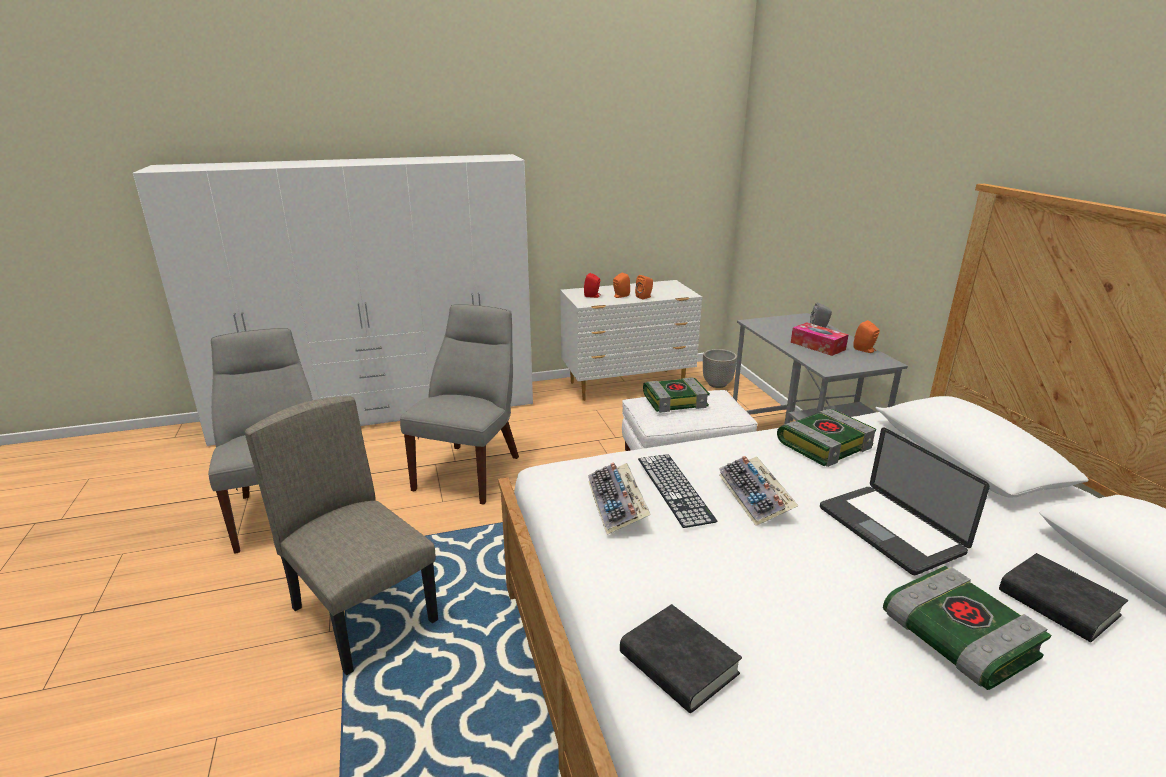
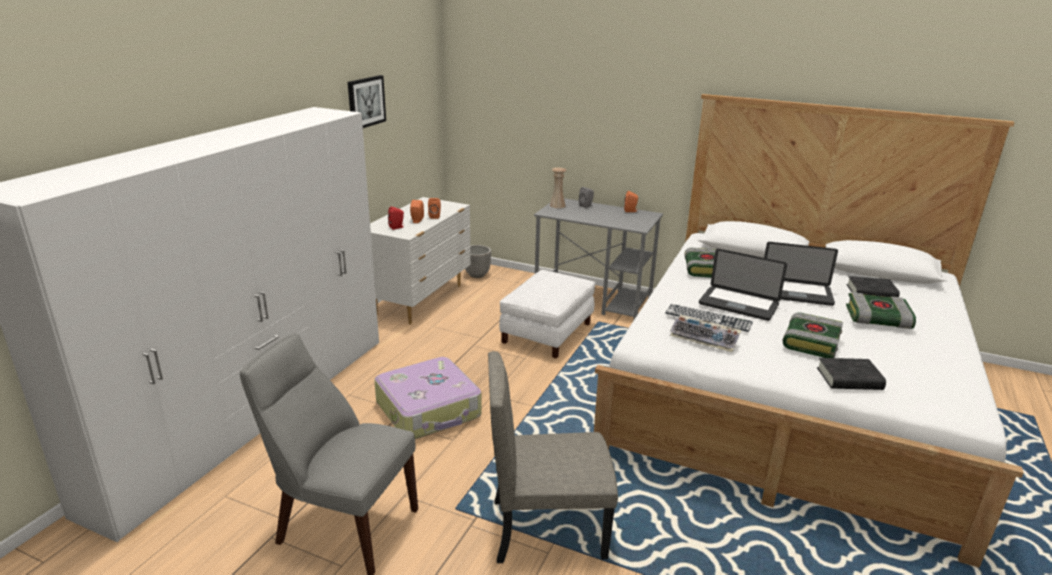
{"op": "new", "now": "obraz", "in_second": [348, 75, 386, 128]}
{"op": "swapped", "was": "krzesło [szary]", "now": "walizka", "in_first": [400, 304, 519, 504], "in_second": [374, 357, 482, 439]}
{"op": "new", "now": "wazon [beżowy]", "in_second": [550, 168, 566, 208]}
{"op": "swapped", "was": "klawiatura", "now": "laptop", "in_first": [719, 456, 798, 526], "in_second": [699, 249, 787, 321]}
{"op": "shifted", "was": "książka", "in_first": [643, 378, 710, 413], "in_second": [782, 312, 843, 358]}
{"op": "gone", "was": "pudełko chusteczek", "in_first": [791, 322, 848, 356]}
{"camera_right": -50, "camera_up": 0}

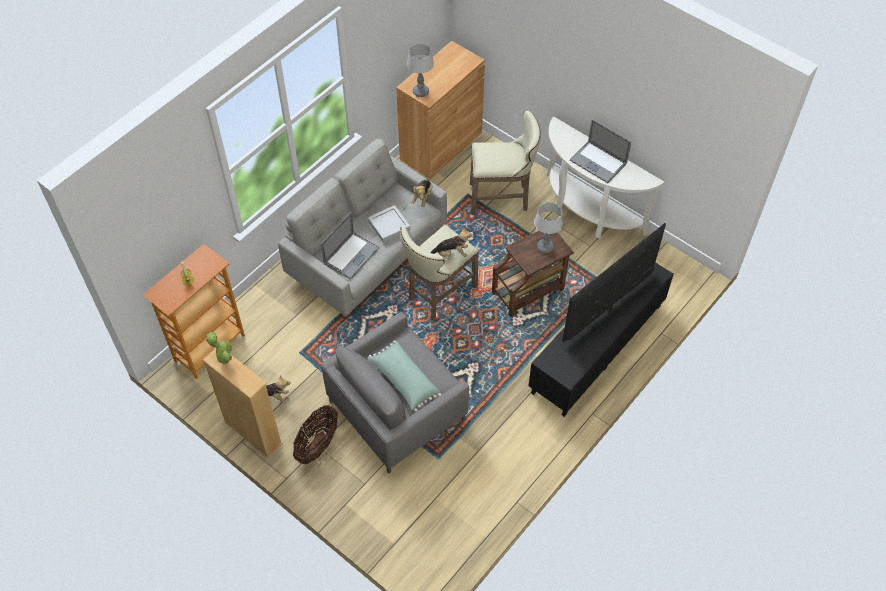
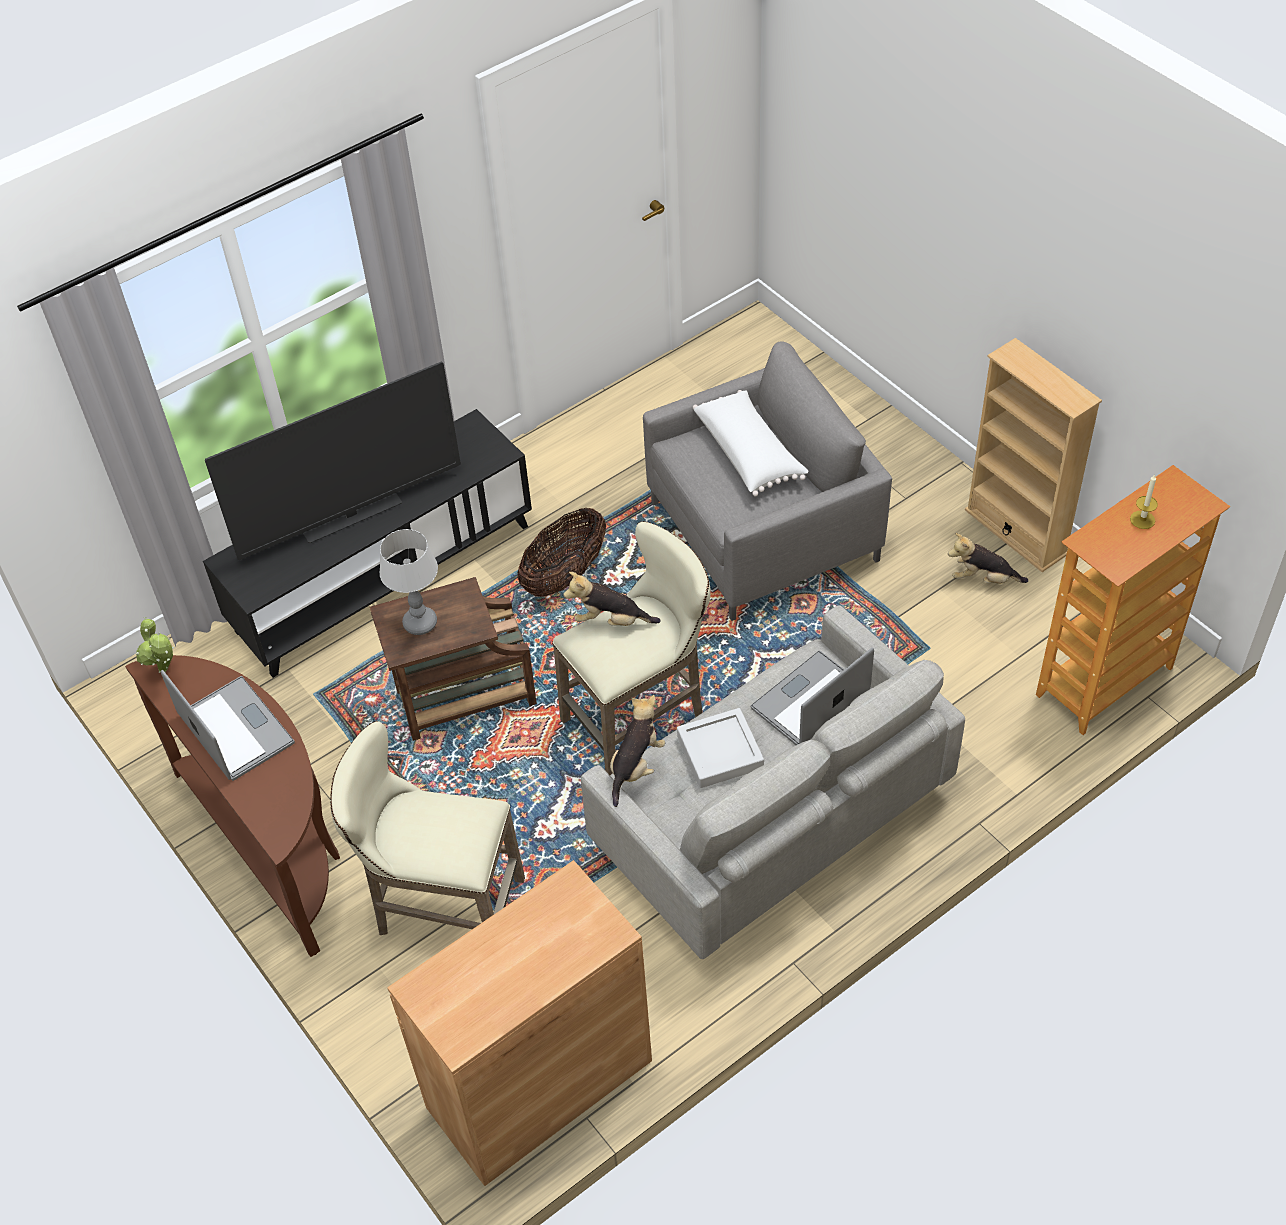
{"op": "repainted", "was": "stolik konsolowy [biały]", "now": "stolik konsolowy [brązowy]", "in_first": [546, 116, 664, 238], "in_second": [125, 655, 340, 957]}
{"op": "shifted", "was": "roślina doniczkowa", "in_first": [206, 332, 232, 364], "in_second": [136, 617, 174, 673]}
{"op": "shifted", "was": "koszyk", "in_first": [293, 405, 338, 464], "in_second": [517, 508, 607, 597]}
{"op": "repainted", "was": "poduszka [zielony]", "now": "poduszka [biały]", "in_first": [367, 340, 441, 412], "in_second": [693, 390, 809, 497]}
{"op": "gone", "was": "lampa stołowa", "in_first": [407, 44, 434, 97]}
{"camera_right": -165, "camera_up": -5}

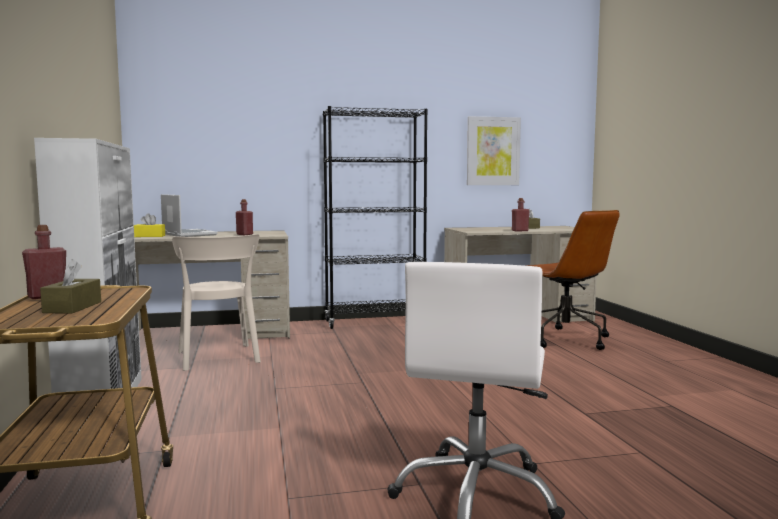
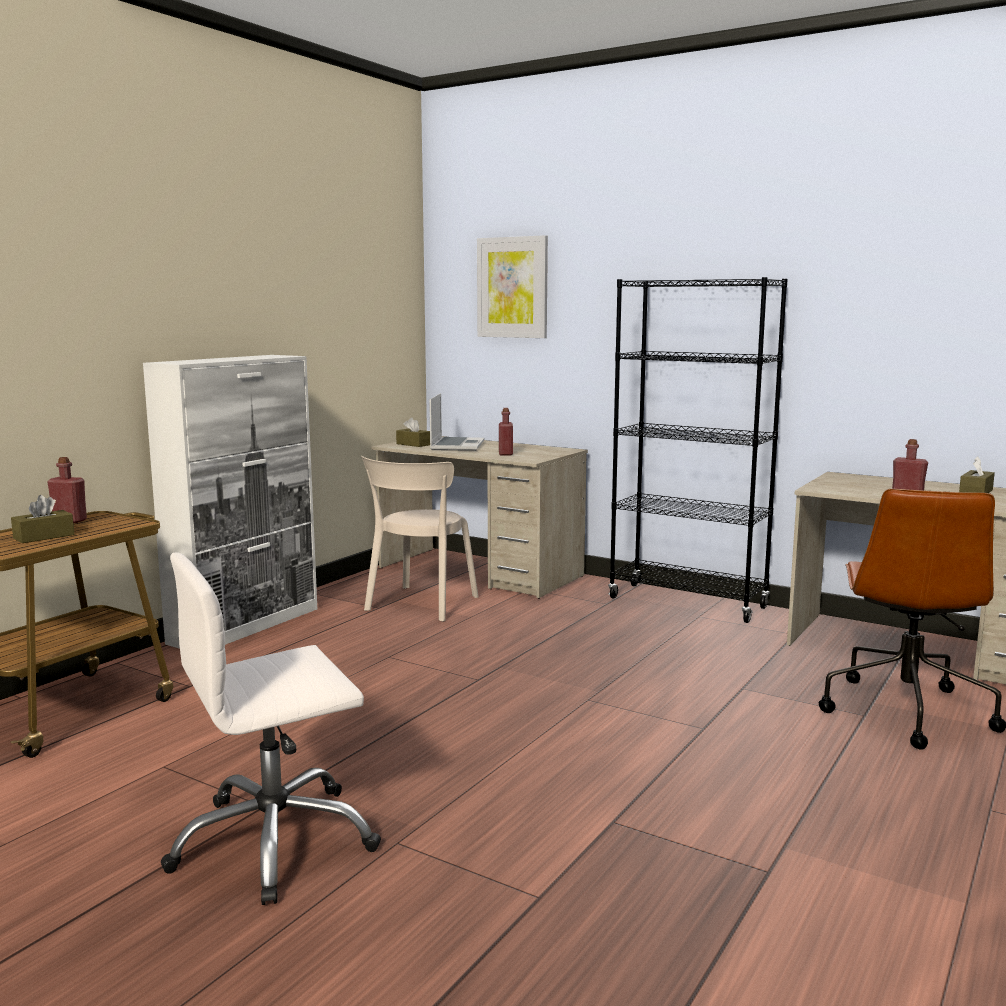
{"op": "repainted", "was": "pudełko chusteczek [żółty]", "now": "pudełko chusteczek [brązowy]", "in_first": [134, 213, 165, 237], "in_second": [396, 417, 430, 447]}
{"op": "shifted", "was": "obraz", "in_first": [467, 116, 521, 185], "in_second": [477, 235, 548, 338]}
{"camera_right": 45, "camera_up": 5}

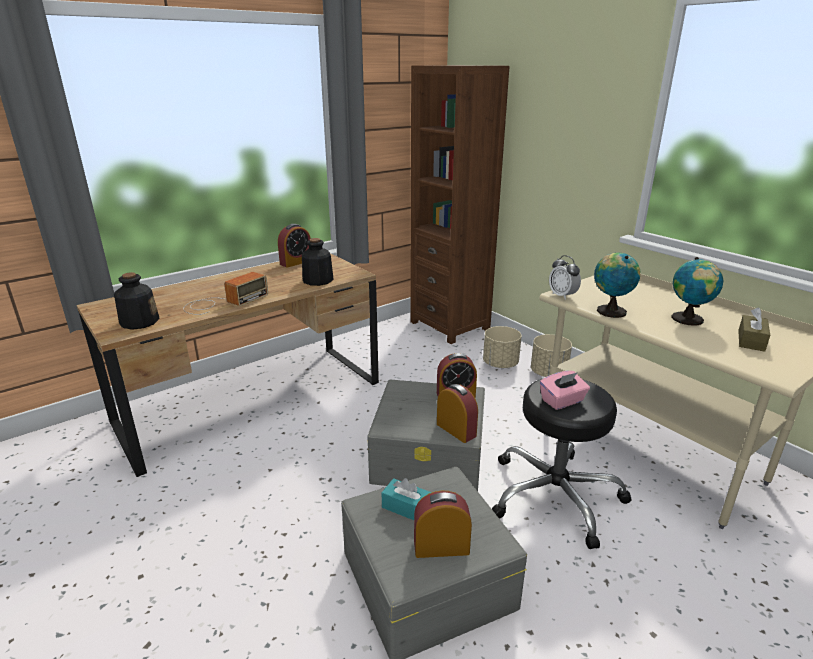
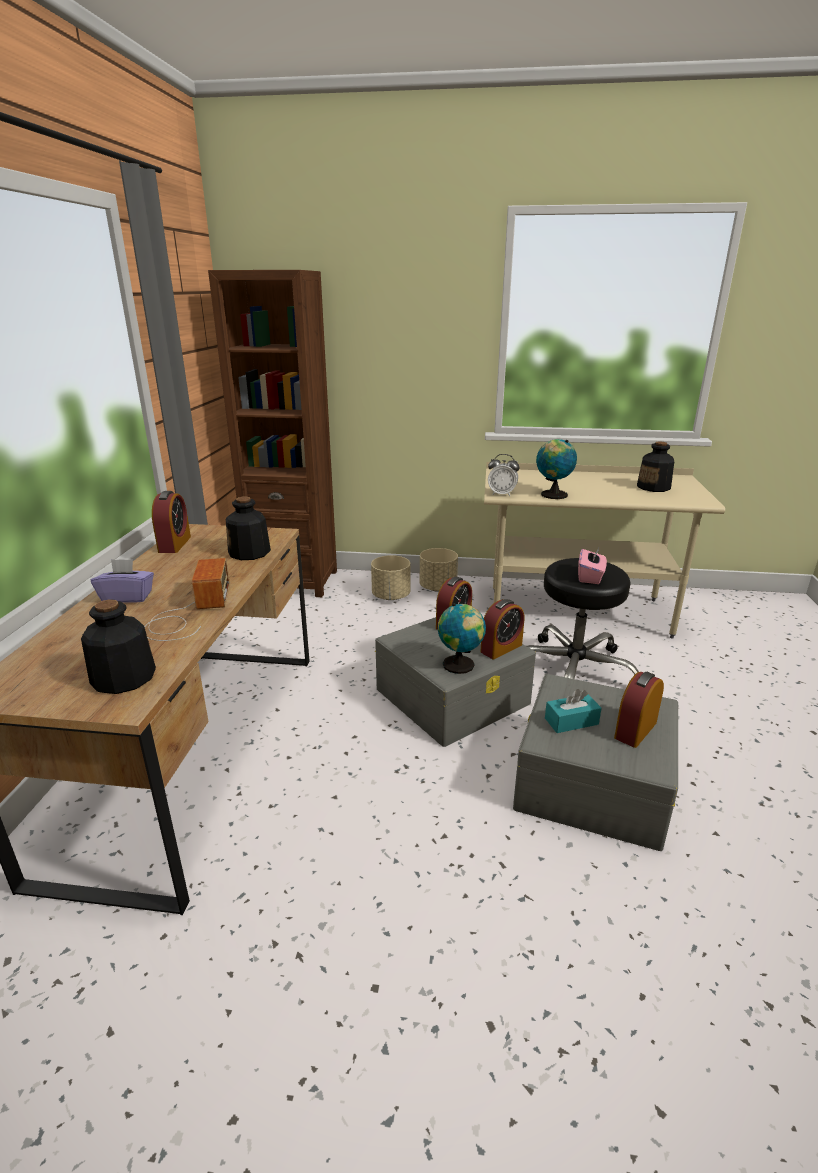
{"op": "new", "now": "pudełko chusteczek [fioletowy]", "in_second": [91, 559, 154, 603]}
{"op": "shifted", "was": "globus", "in_first": [671, 257, 724, 326], "in_second": [438, 603, 486, 674]}
{"op": "rotated", "was": "budzik", "in_first": [437, 384, 478, 443], "in_second": [481, 599, 524, 660], "clockwise": 135}
{"op": "swapped", "was": "pudełko chusteczek [brązowy]", "now": "butelka", "in_first": [738, 307, 770, 352], "in_second": [637, 442, 674, 492]}
{"camera_right": -45, "camera_up": 0}

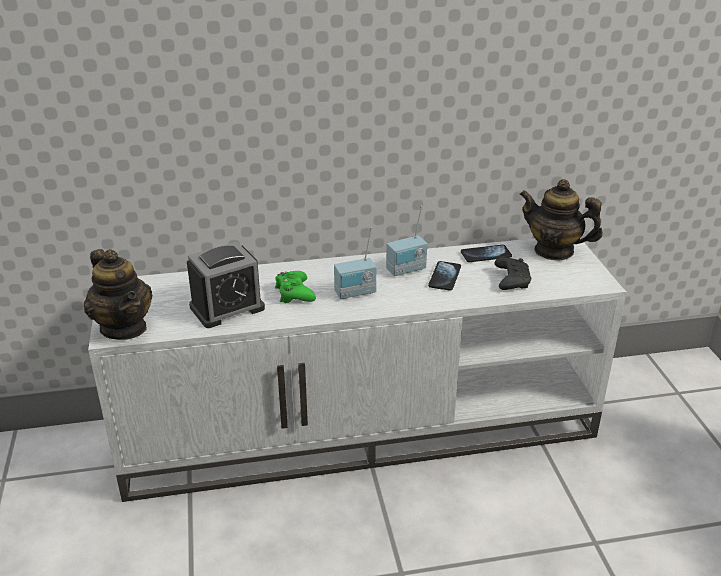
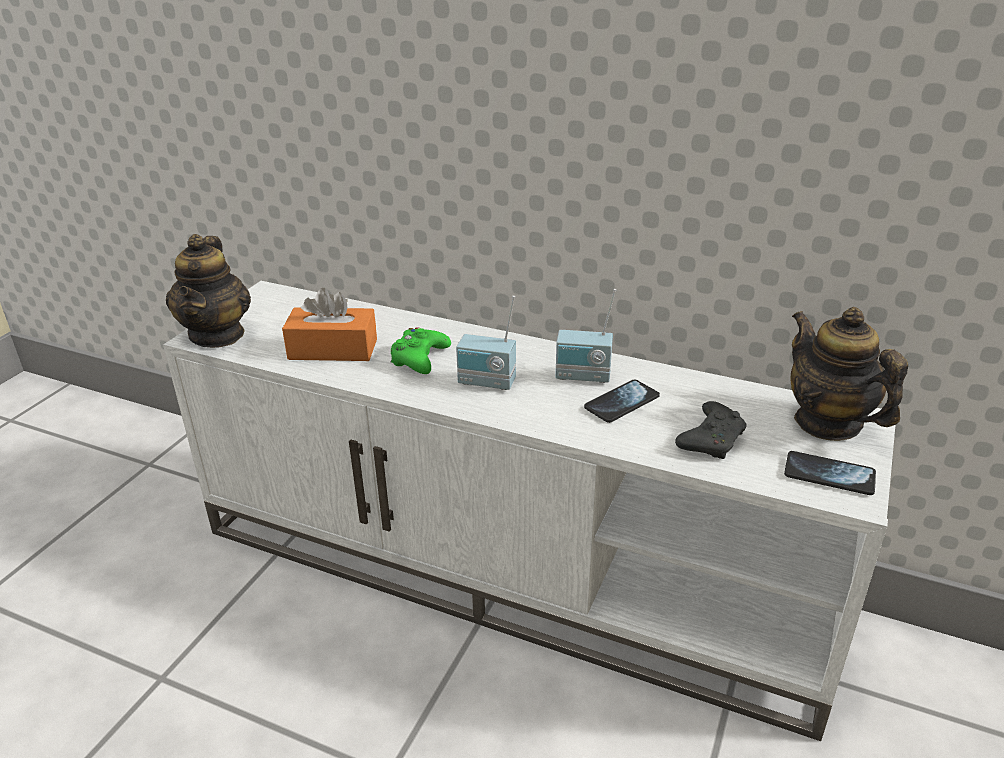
{"op": "swapped", "was": "budzik", "now": "pudełko chusteczek [pomarańczowy]", "in_first": [187, 242, 265, 328], "in_second": [282, 288, 377, 361]}
{"op": "shifted", "was": "telefon", "in_first": [461, 245, 512, 262], "in_second": [784, 451, 876, 495]}
{"camera_right": 35, "camera_up": 0}

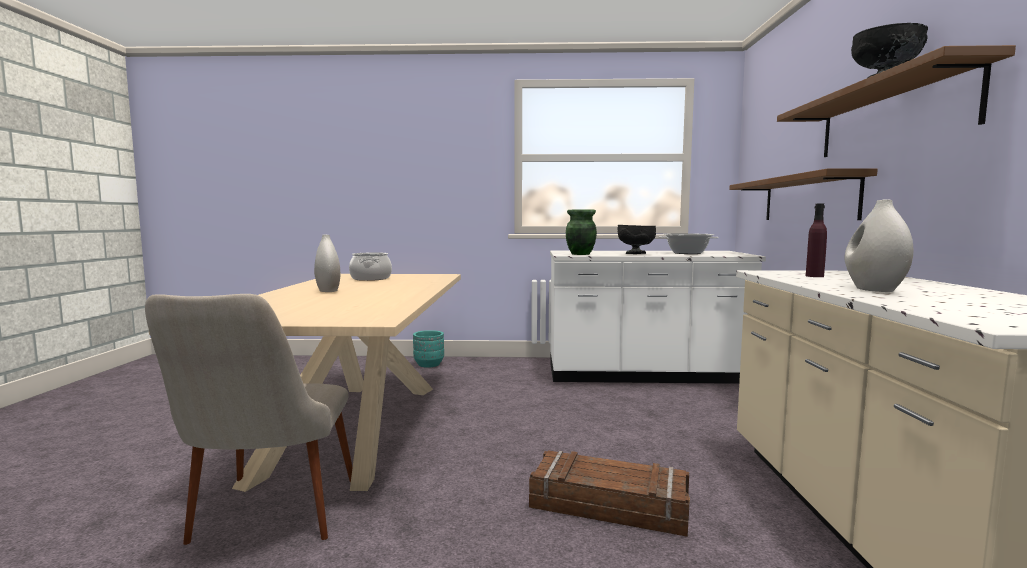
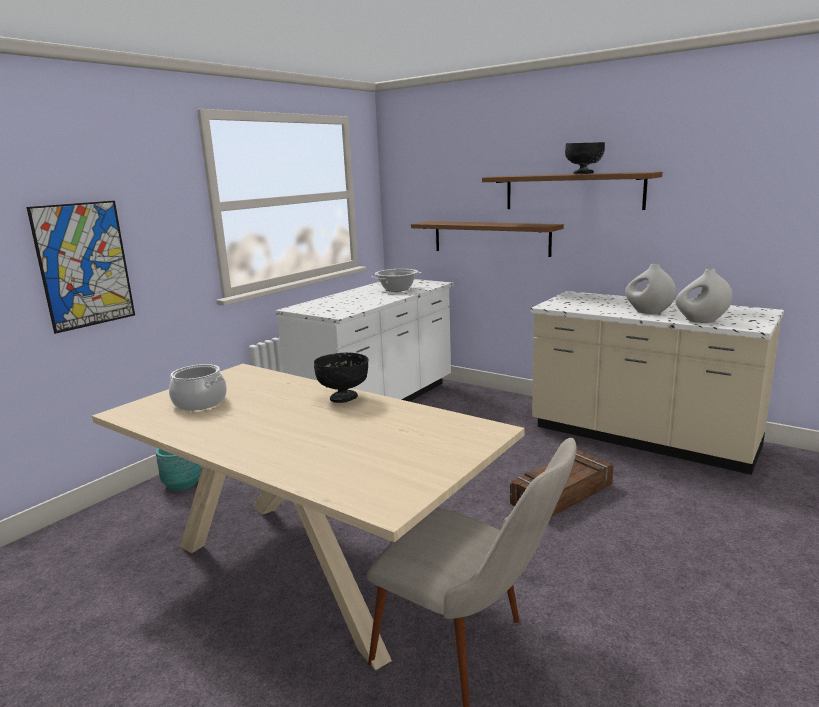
{"op": "new", "now": "obraz", "in_second": [27, 201, 135, 334]}
{"op": "shifted", "was": "miska [czarny]", "in_first": [618, 225, 656, 254], "in_second": [314, 353, 369, 403]}
{"op": "shifted", "was": "wazon [biały]", "in_first": [314, 235, 340, 292], "in_second": [676, 269, 732, 323]}
{"op": "gone", "was": "wazon [zielony]", "in_first": [566, 210, 597, 255]}
{"op": "gone", "was": "butelka [fioletowy]", "in_first": [806, 204, 827, 277]}
{"camera_right": -55, "camera_up": 10}

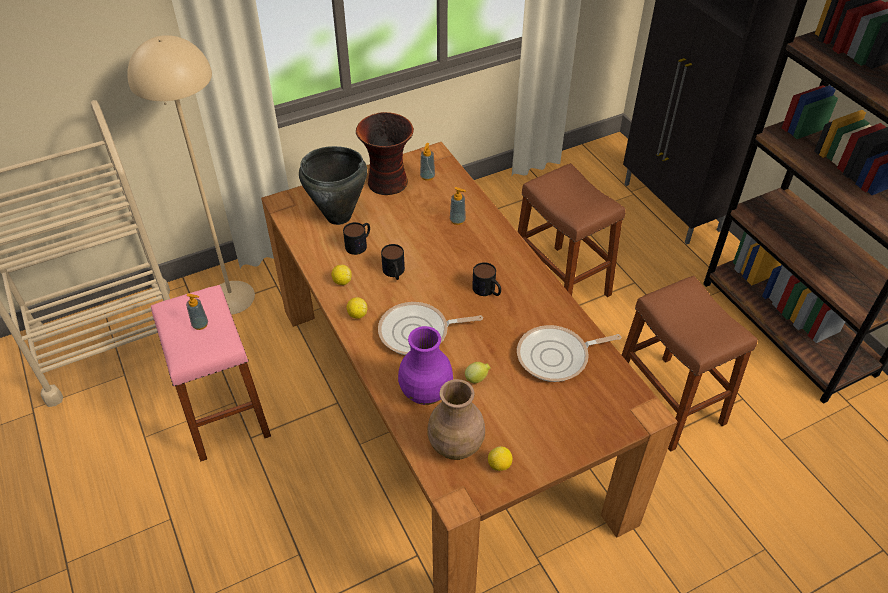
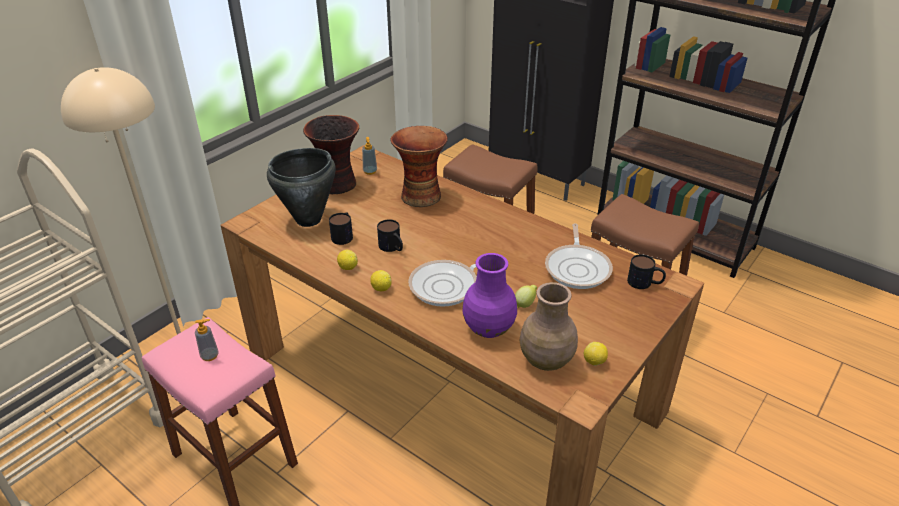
{"op": "swapped", "was": "dozownik mydła", "now": "wazon", "in_first": [450, 187, 466, 225], "in_second": [391, 126, 448, 207]}
{"op": "rotated", "was": "patelnia", "in_first": [517, 325, 621, 382], "in_second": [545, 224, 613, 289], "clockwise": -45}
{"op": "shifted", "was": "kubek", "in_first": [472, 262, 501, 296], "in_second": [627, 254, 666, 289]}
{"camera_right": -25, "camera_up": -10}

